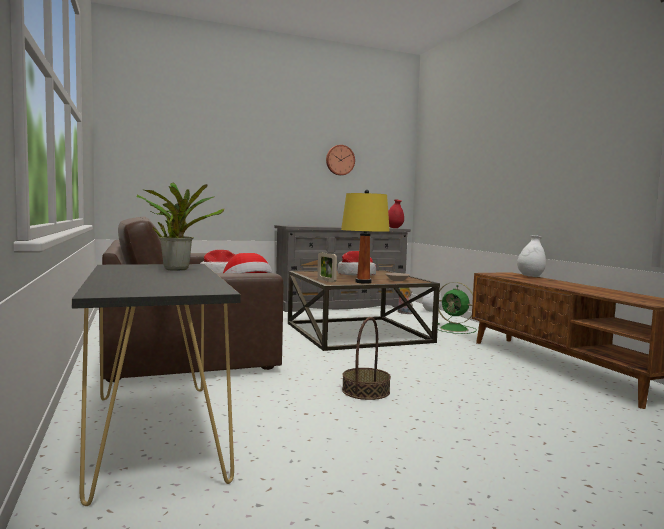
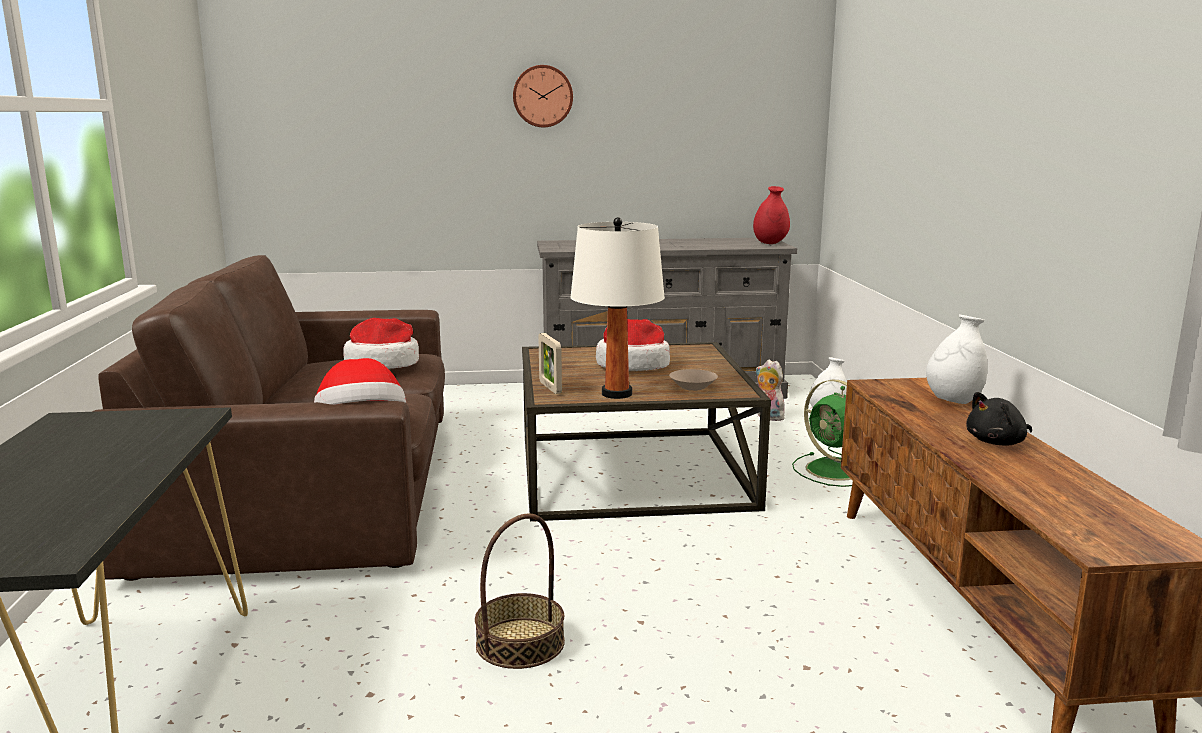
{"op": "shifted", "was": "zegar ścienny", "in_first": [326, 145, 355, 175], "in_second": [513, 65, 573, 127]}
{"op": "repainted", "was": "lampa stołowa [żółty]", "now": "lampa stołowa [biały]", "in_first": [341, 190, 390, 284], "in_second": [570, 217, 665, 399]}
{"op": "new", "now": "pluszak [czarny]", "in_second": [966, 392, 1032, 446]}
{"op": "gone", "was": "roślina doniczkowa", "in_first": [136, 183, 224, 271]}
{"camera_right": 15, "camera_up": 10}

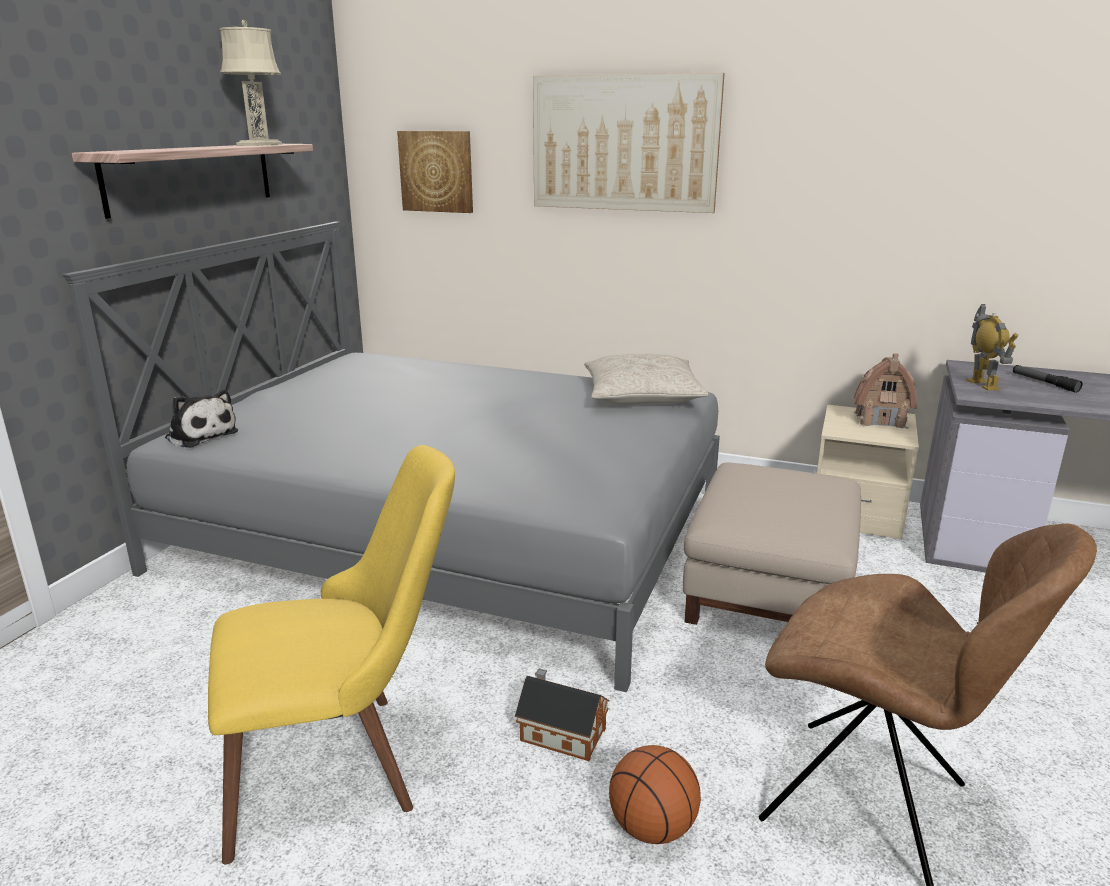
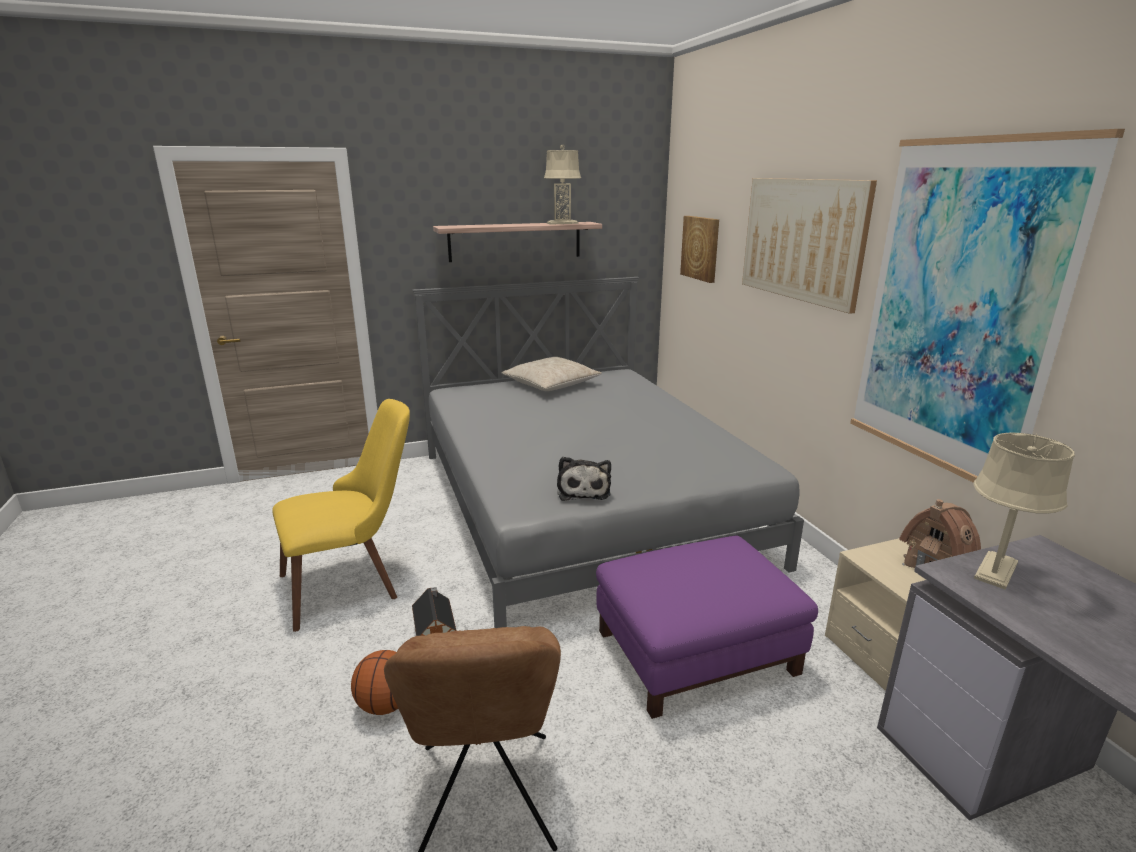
{"op": "rotated", "was": "krzesło [żółty]", "in_first": [208, 445, 455, 865], "in_second": [272, 399, 410, 632], "clockwise": -60}
{"op": "shifted", "was": "poduszka [beżowy]", "in_first": [584, 354, 709, 404], "in_second": [502, 357, 602, 391]}
{"op": "shifted", "was": "pluszak", "in_first": [165, 390, 238, 448], "in_second": [557, 457, 611, 501]}
{"op": "repainted", "was": "pufa [beżowy]", "now": "pufa [fioletowy]", "in_first": [683, 462, 861, 625], "in_second": [596, 536, 818, 719]}
{"op": "new", "now": "obraz", "in_second": [850, 129, 1125, 483]}
{"op": "swapped", "was": "robot zabawkowy", "now": "lampa stołowa [beżowy]", "in_first": [967, 304, 1018, 391], "in_second": [973, 433, 1075, 590]}
{"op": "gone", "was": "latarka", "in_first": [1013, 365, 1083, 393]}
{"camera_right": 50, "camera_up": 0}

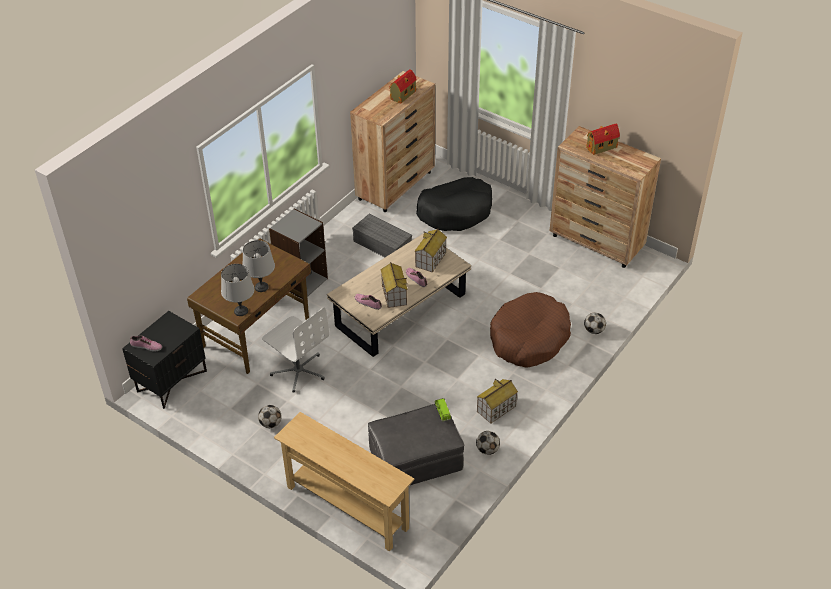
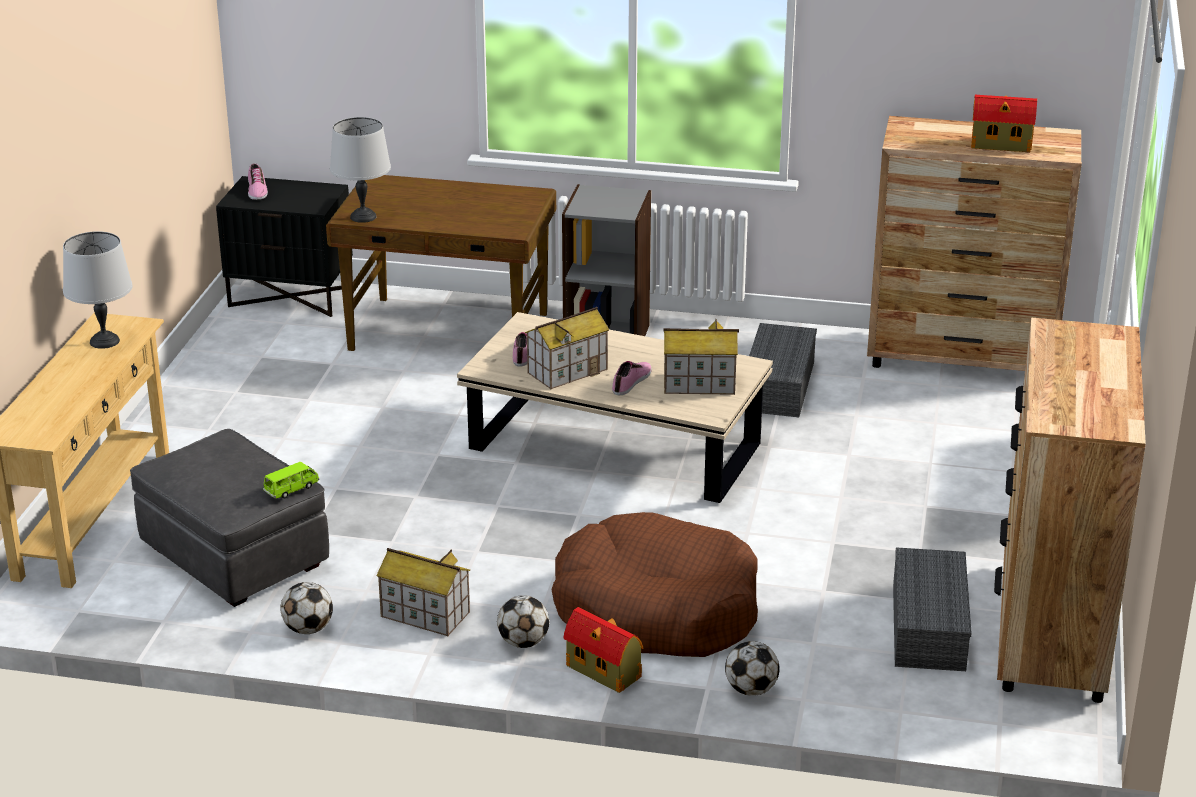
{"op": "shifted", "was": "lampa stołowa [szary]", "in_first": [243, 240, 275, 292], "in_second": [63, 231, 132, 349]}
{"op": "shifted", "was": "piłka futbolowa", "in_first": [258, 405, 282, 428], "in_second": [497, 595, 549, 648]}
{"op": "shifted", "was": "domek", "in_first": [586, 124, 620, 155], "in_second": [564, 607, 644, 693]}
{"op": "new", "now": "pojemnik do przechowywania [szary]", "in_second": [893, 547, 972, 671]}
{"op": "gone", "was": "krzesło biurowe [biały]", "in_first": [262, 307, 329, 393]}
{"op": "gone", "was": "legowisko [czarny]", "in_first": [416, 177, 492, 231]}
{"camera_right": 65, "camera_up": -15}

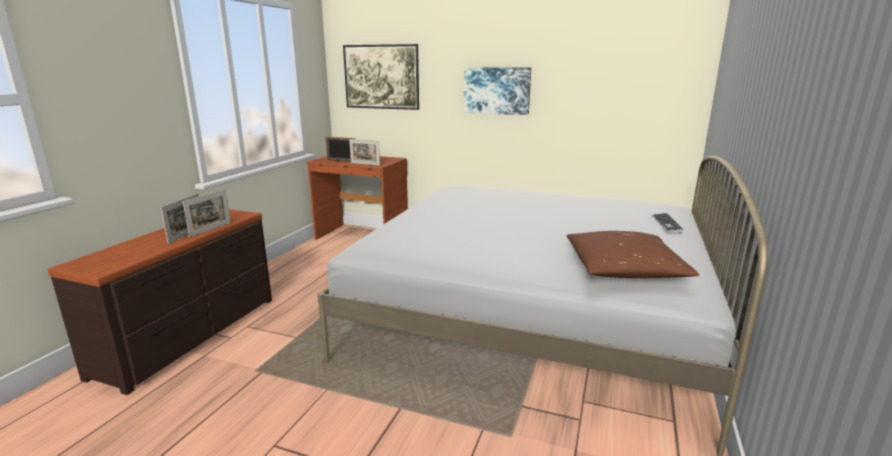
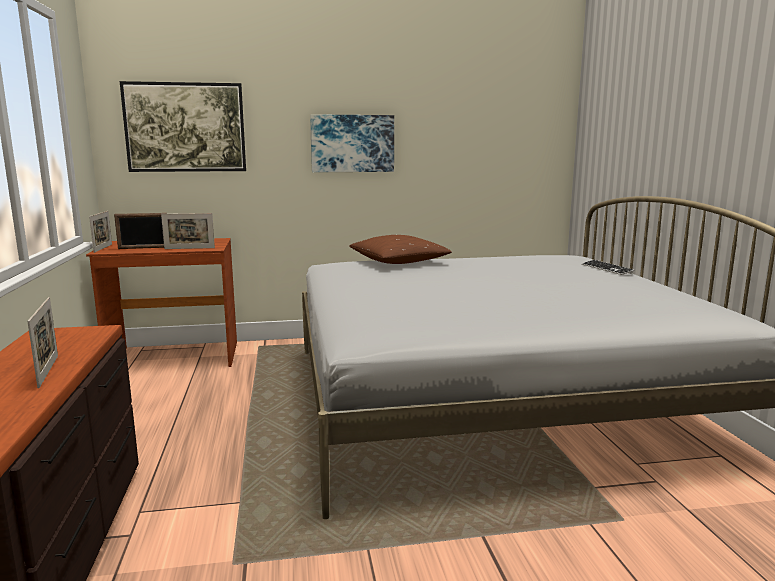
{"op": "shifted", "was": "ramka na zdjęcie", "in_first": [183, 190, 231, 237], "in_second": [89, 211, 112, 253]}
{"op": "shifted", "was": "poduszka [brązowy]", "in_first": [567, 231, 699, 278], "in_second": [349, 235, 452, 264]}
{"camera_right": -30, "camera_up": -5}

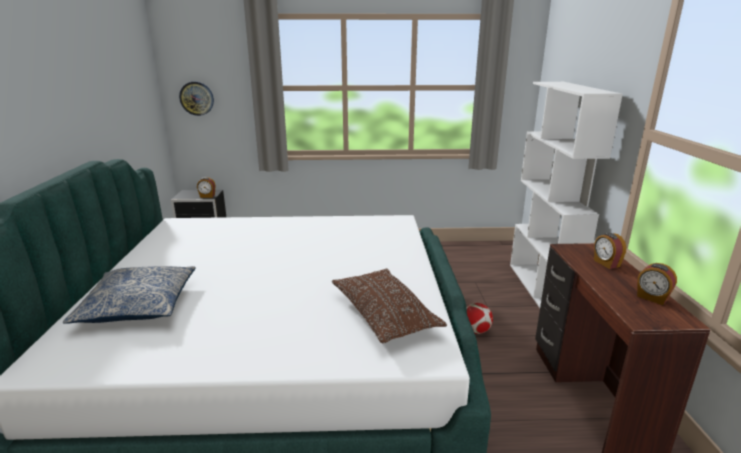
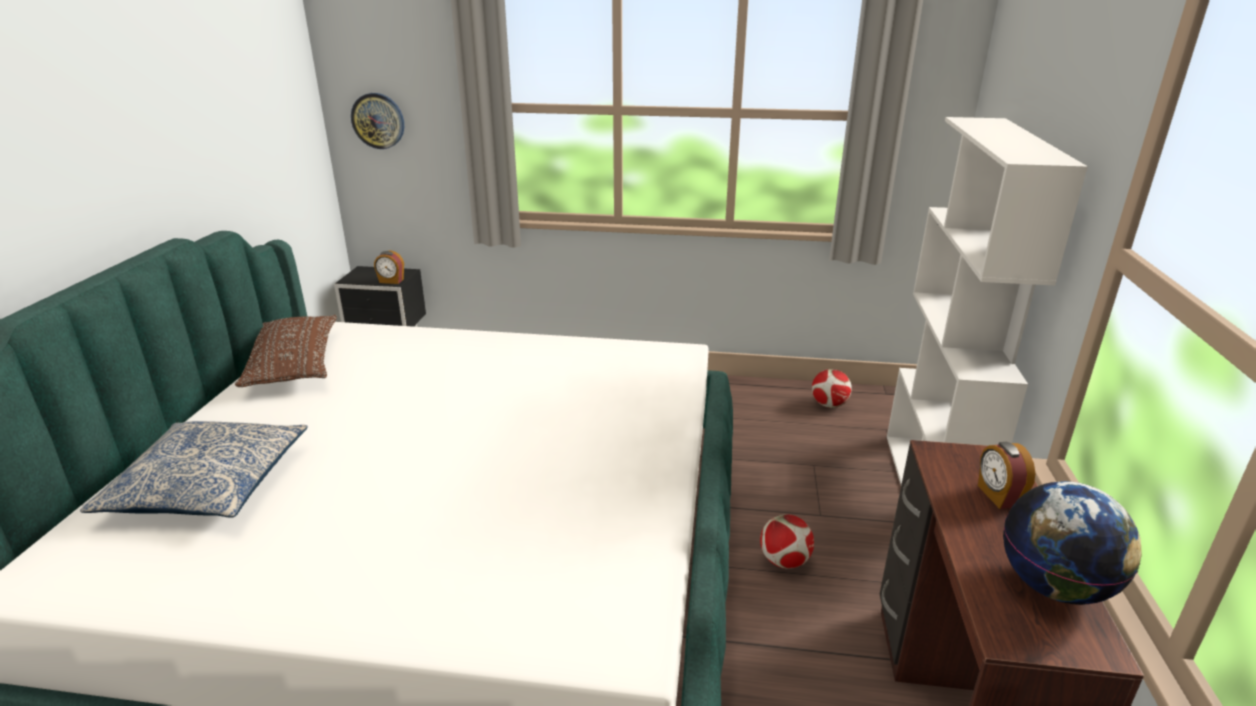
{"op": "shifted", "was": "poduszka [brązowy]", "in_first": [332, 268, 447, 343], "in_second": [235, 315, 337, 387]}
{"op": "new", "now": "piłka futbolowa", "in_second": [812, 369, 852, 408]}
{"op": "swapped", "was": "budzik", "now": "globus", "in_first": [637, 263, 677, 305], "in_second": [1003, 481, 1142, 605]}
{"camera_right": 10, "camera_up": 5}

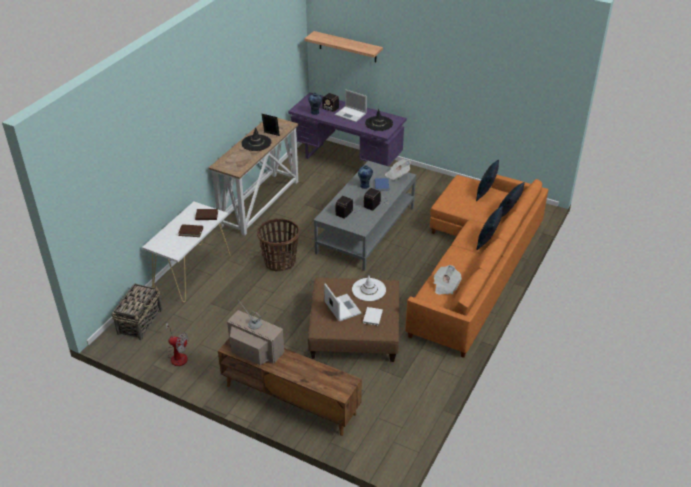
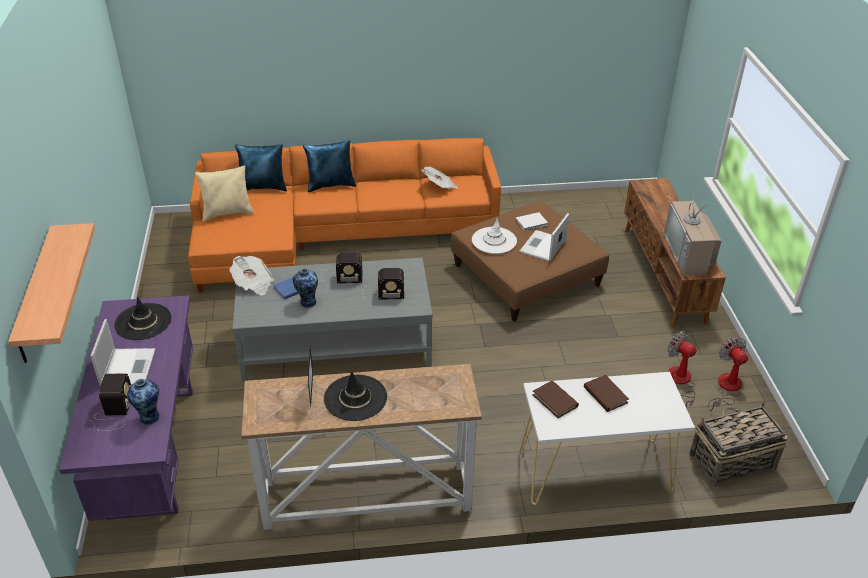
{"op": "repainted", "was": "poduszka [niebieski]", "now": "poduszka [beżowy]", "in_first": [476, 160, 499, 201], "in_second": [195, 165, 254, 221]}
{"op": "new", "now": "wentylator", "in_second": [668, 331, 696, 407]}
{"op": "gone", "was": "koszyk", "in_first": [257, 218, 300, 271]}
{"camera_right": -125, "camera_up": 0}

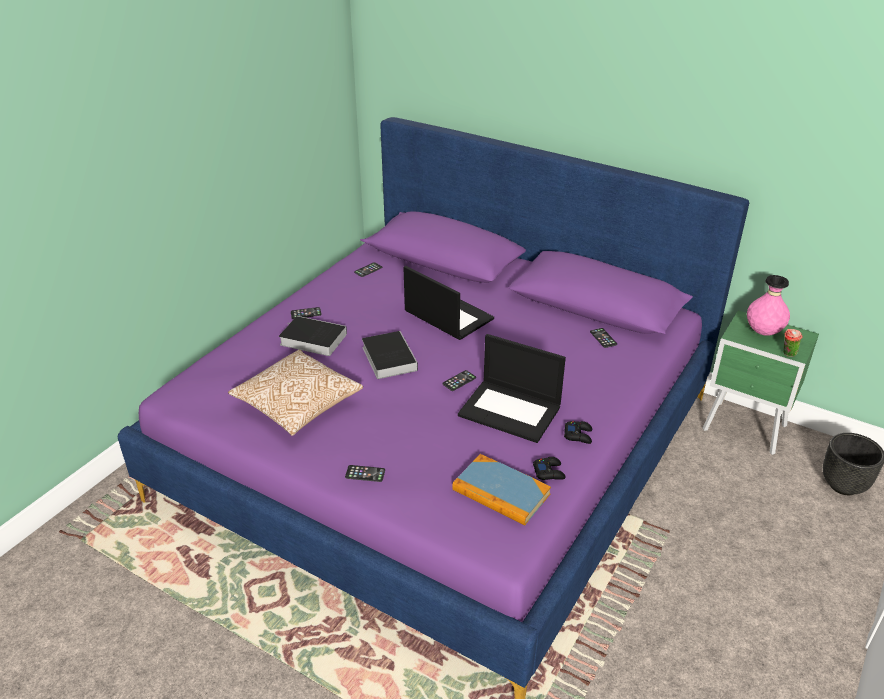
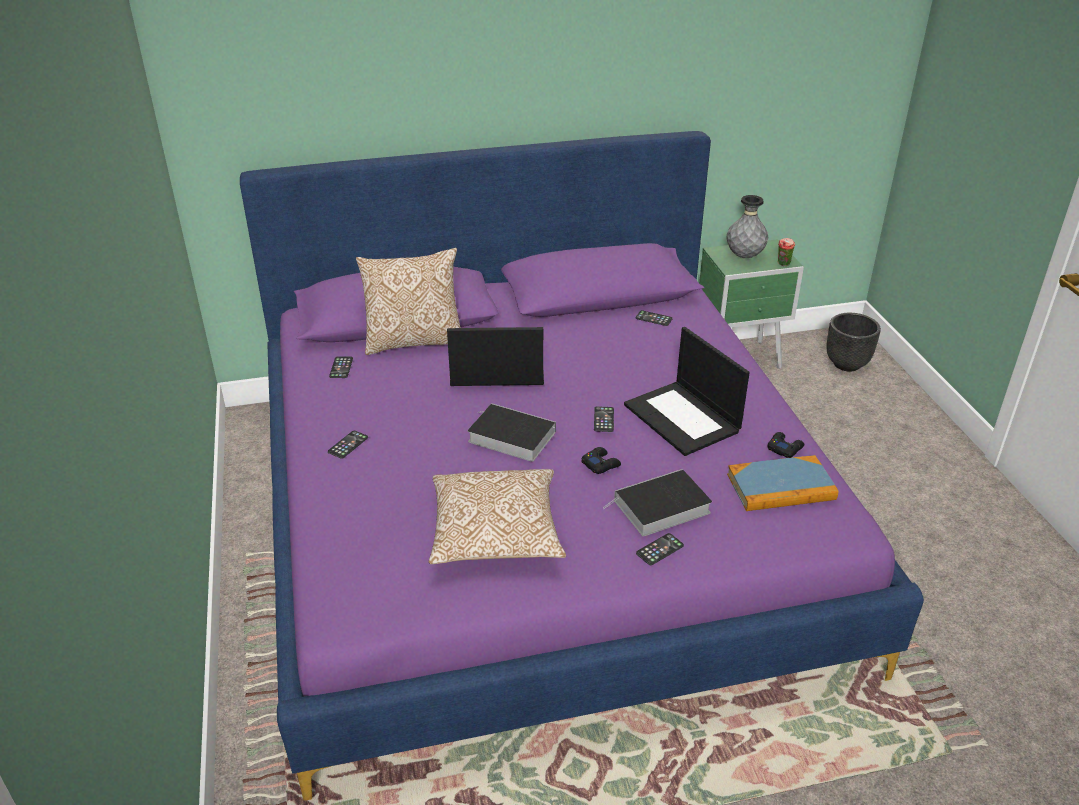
{"op": "new", "now": "poduszka", "in_second": [356, 248, 461, 355]}
{"op": "shifted", "was": "pad do gier [czarny]", "in_first": [564, 421, 592, 444], "in_second": [581, 447, 621, 474]}
{"op": "shifted", "was": "książka", "in_first": [279, 316, 347, 356], "in_second": [603, 469, 712, 536]}
{"op": "rotated", "was": "laptop", "in_first": [458, 334, 566, 443], "in_second": [624, 327, 750, 456], "clockwise": 75}
{"op": "repainted", "was": "wazon [różowy]", "now": "wazon [szary]", "in_first": [747, 275, 790, 336], "in_second": [727, 195, 768, 258]}
{"camera_right": -45, "camera_up": 0}

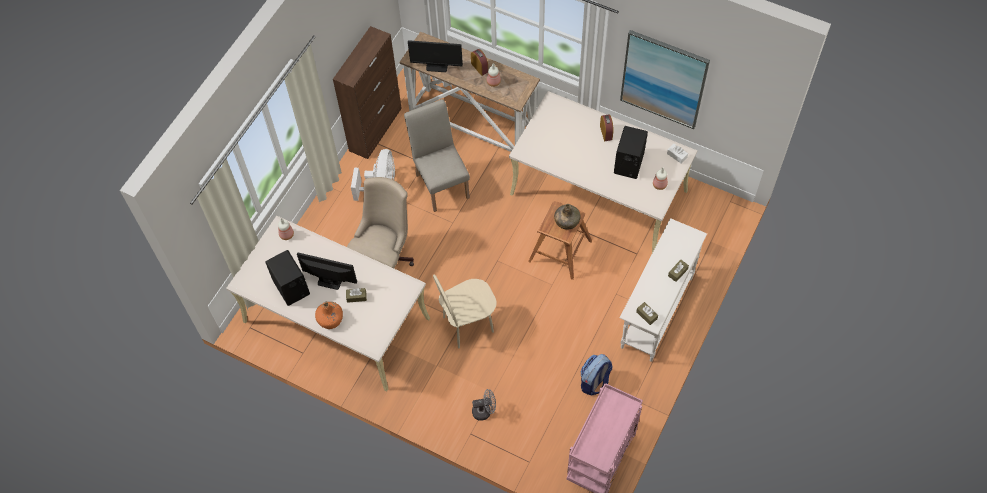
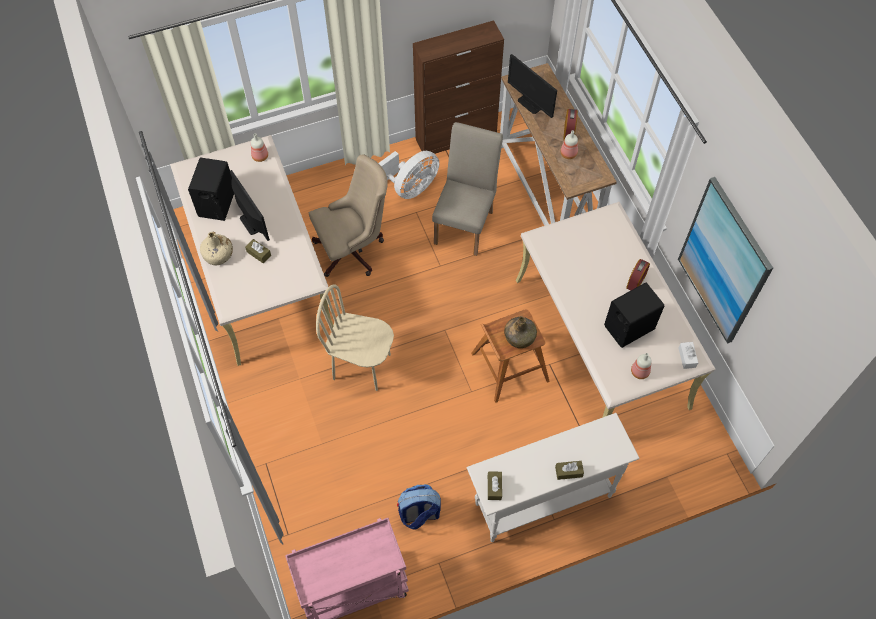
{"op": "repainted", "was": "butelka [pomarańczowy]", "now": "butelka [beżowy]", "in_first": [315, 302, 343, 329], "in_second": [200, 232, 233, 265]}
{"op": "gone", "was": "wentylator [szary]", "in_first": [472, 389, 496, 421]}
{"camera_right": 40, "camera_up": 0}

